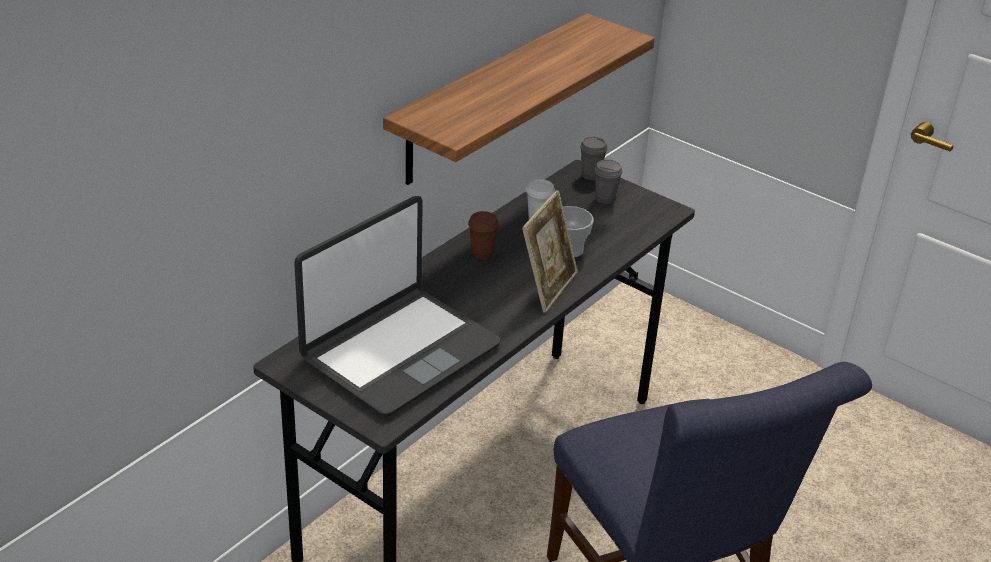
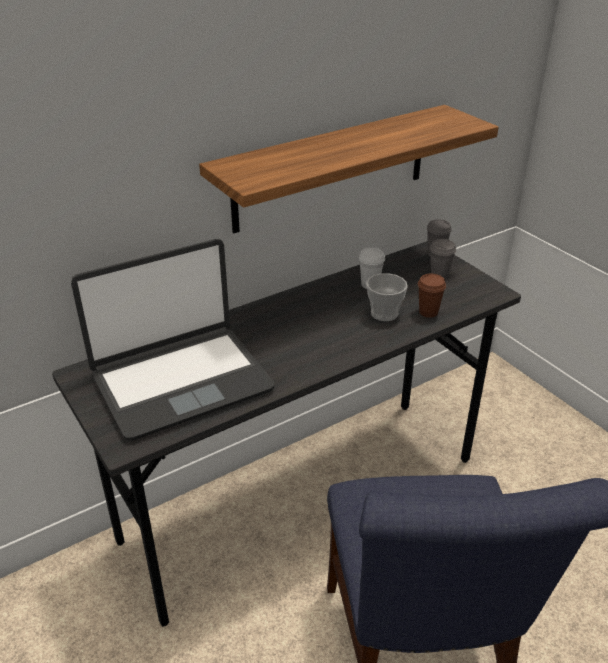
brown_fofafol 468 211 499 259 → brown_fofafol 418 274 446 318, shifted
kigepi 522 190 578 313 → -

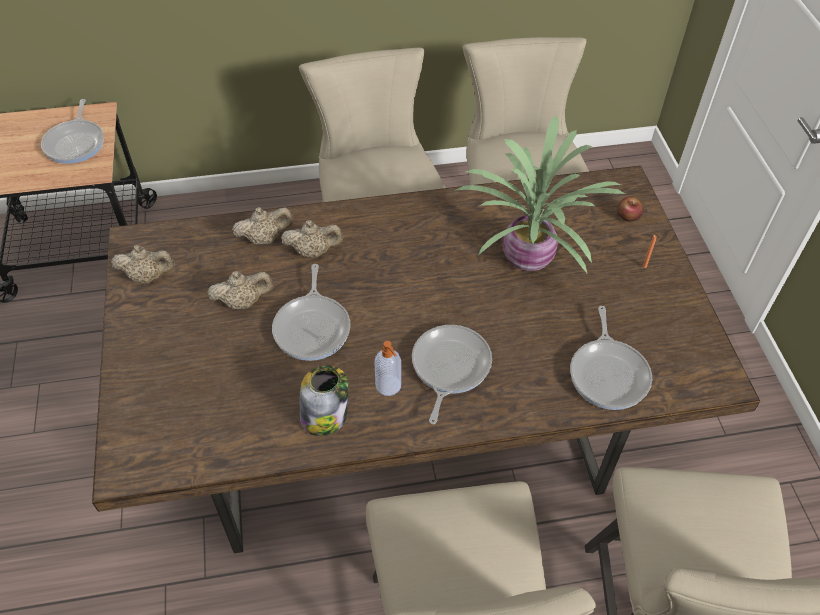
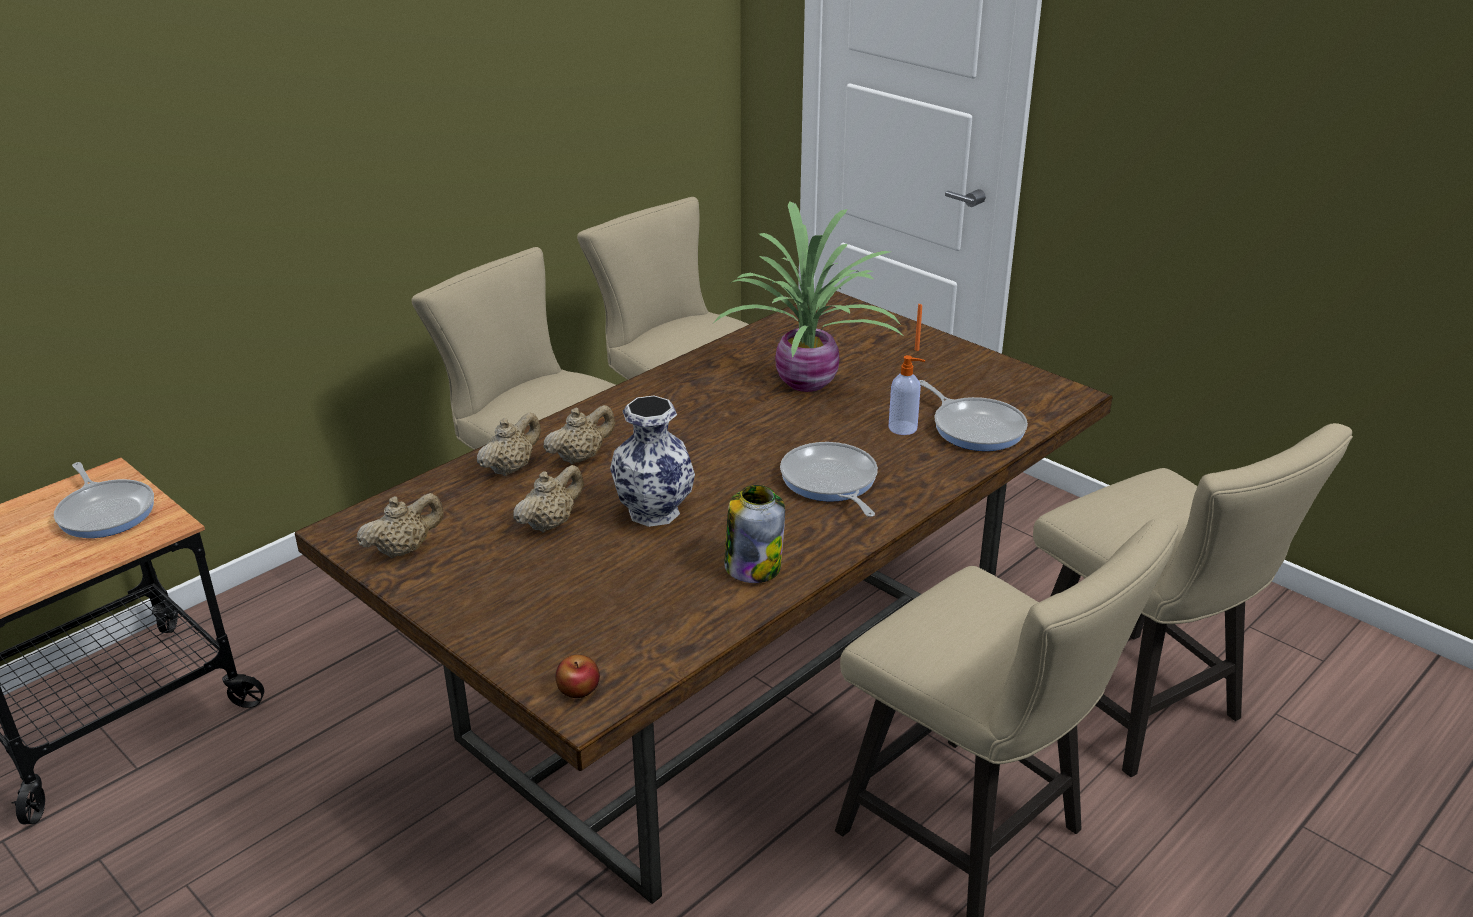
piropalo 272 264 351 361 → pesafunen 610 396 695 527
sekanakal 375 341 401 396 → sekanakal 888 355 925 435, shifted
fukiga 617 197 644 221 → fukiga 556 654 600 698, shifted

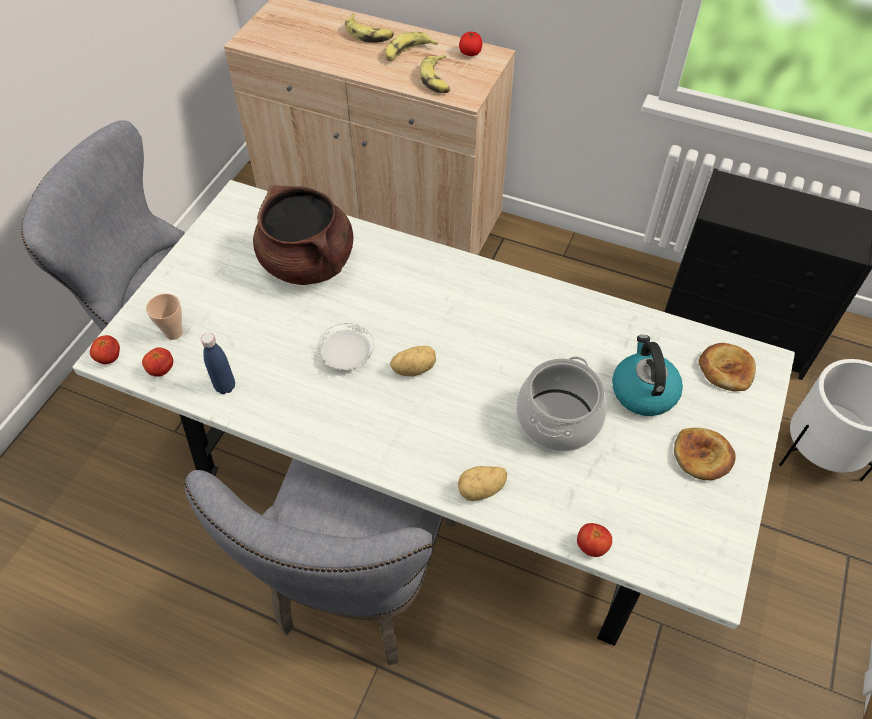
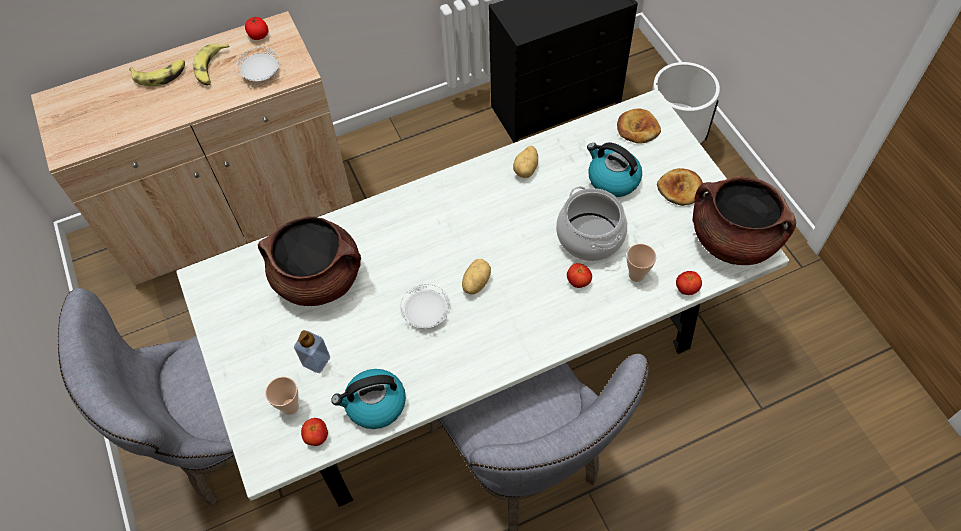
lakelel 90 335 120 364 → lakelel 567 263 592 288, shifted
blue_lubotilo 201 333 235 394 → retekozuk 331 369 406 429
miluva 420 55 450 93 → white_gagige 236 47 280 81
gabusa 458 466 507 501 → gabusa 513 146 538 178, shifted
- → sekanakal 294 330 330 373
- → fofafol 627 244 656 282
- → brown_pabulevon 692 176 796 265

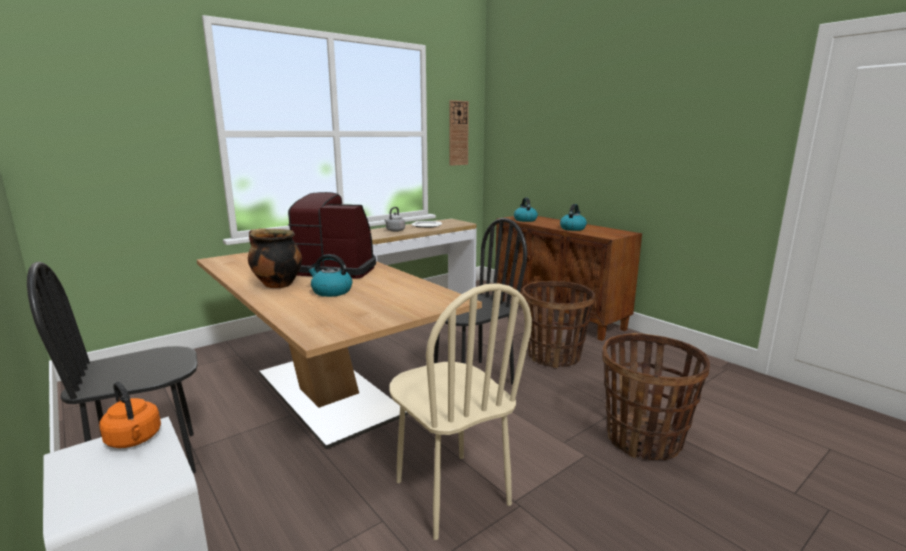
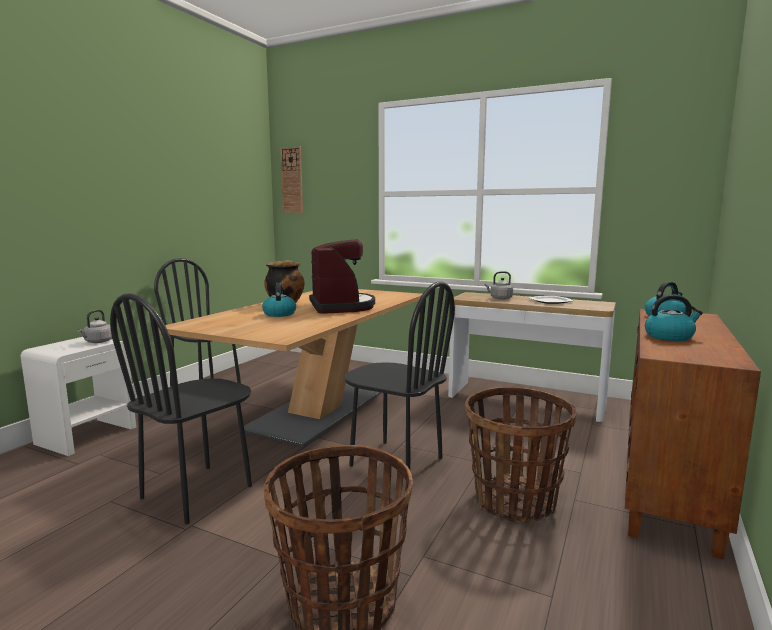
orange_retekozuk 99 381 161 448 → grey_retekozuk 77 310 112 343
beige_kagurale 389 283 532 540 → black_kagurale 110 293 252 524
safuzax 449 100 469 166 → safuzax 280 147 303 213, shifted

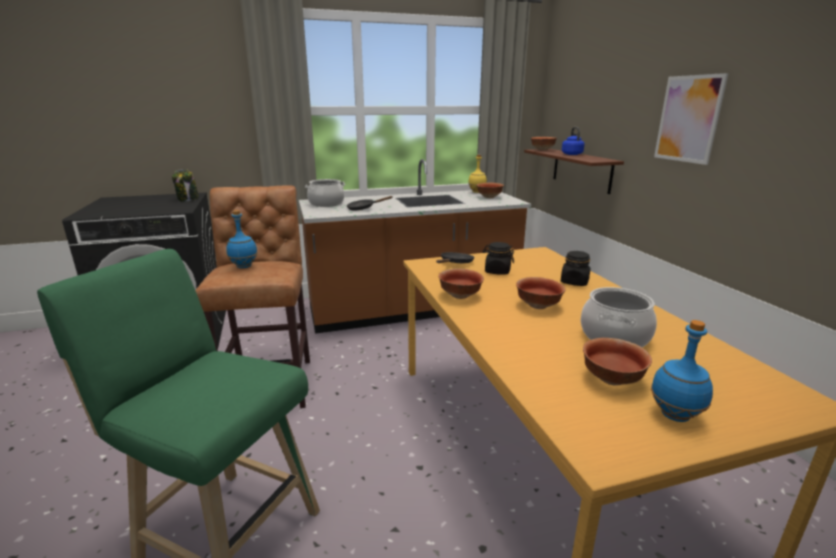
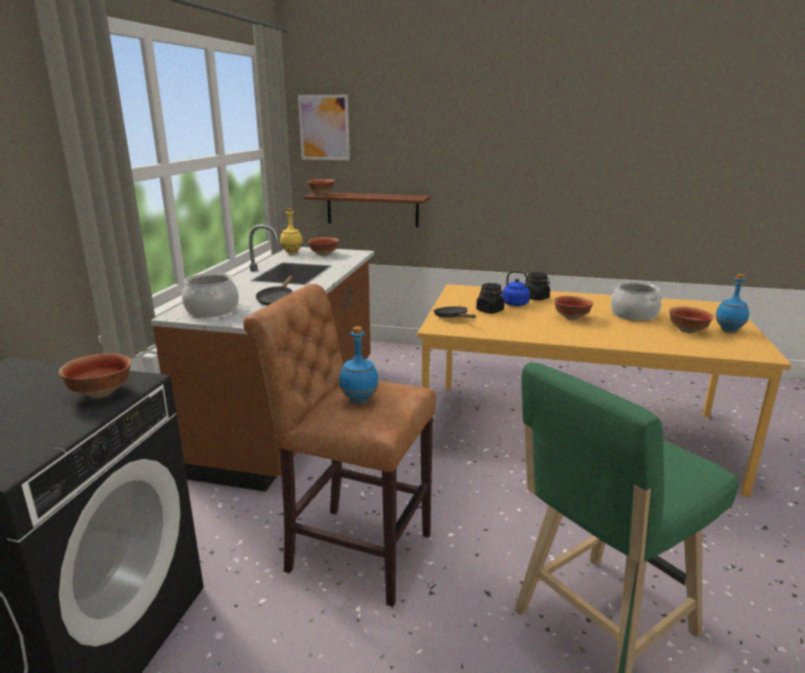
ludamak 172 169 199 201 → -
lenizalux 439 268 484 299 → lenizalux 59 353 132 398, shifted
blue_retekozuk 562 127 584 155 → blue_retekozuk 501 271 530 306, shifted
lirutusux 654 73 729 165 → lirutusux 298 95 350 160, shifted

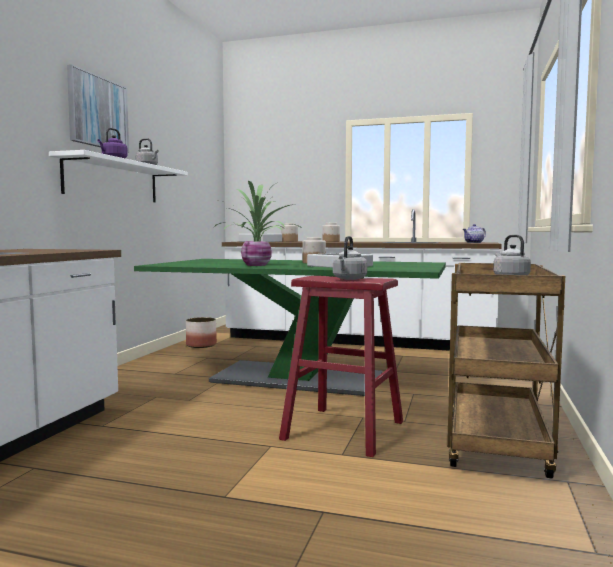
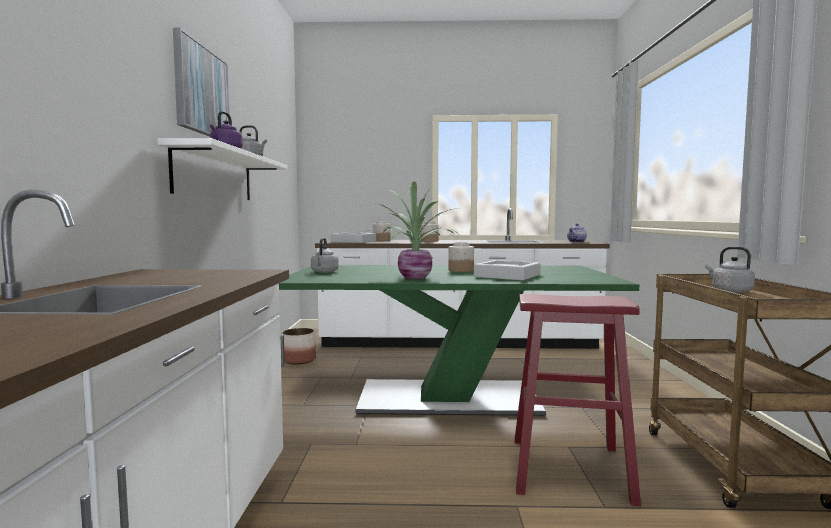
grey_retekozuk 333 236 367 280 → grey_retekozuk 311 238 339 273, shifted

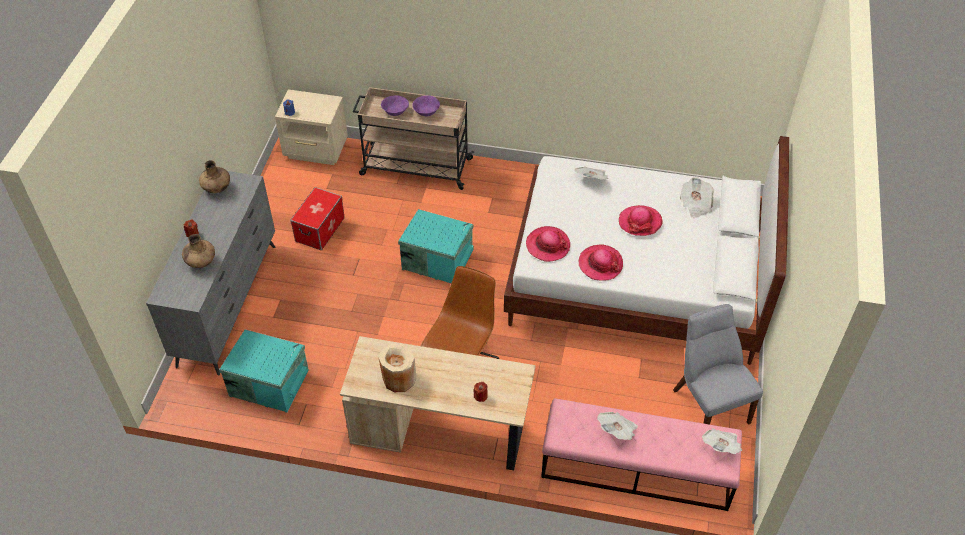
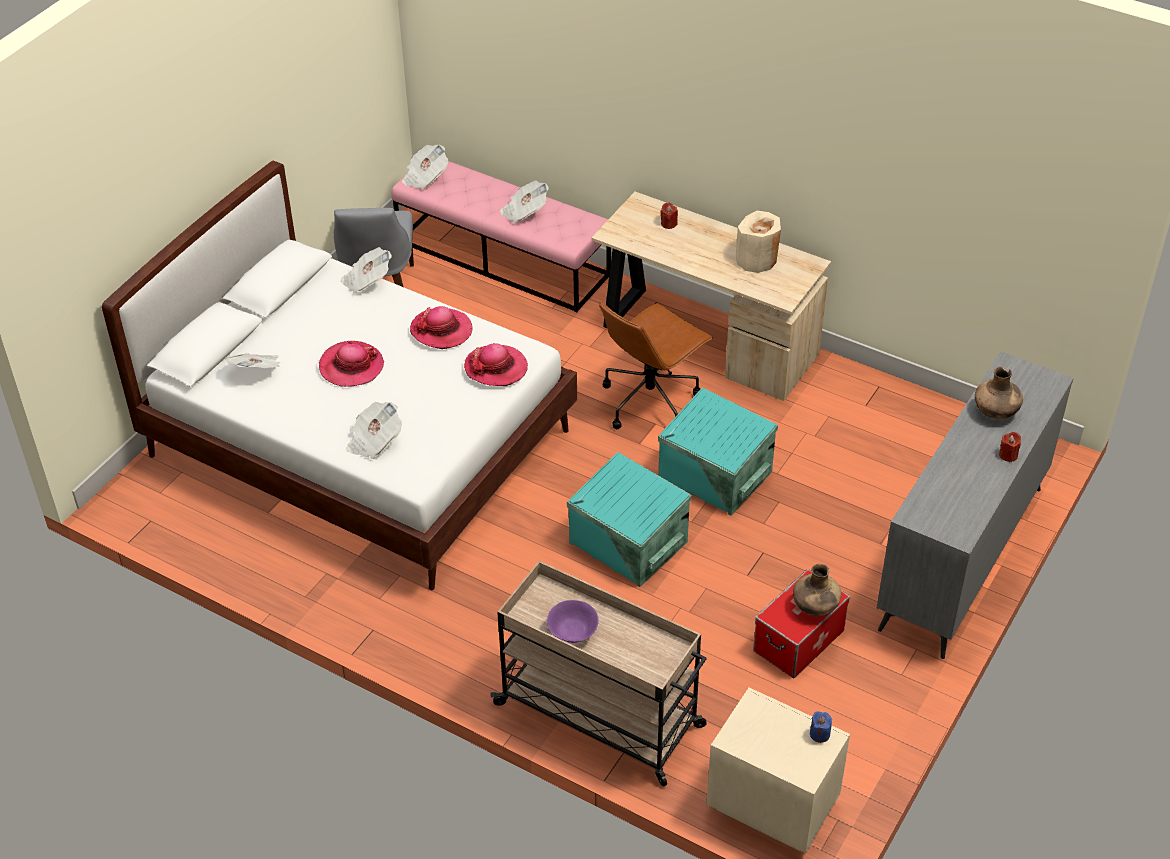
brown_pesafunen 199 160 230 193 → brown_pesafunen 793 564 841 616, shifted
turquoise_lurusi 219 329 309 413 → turquoise_lurusi 658 387 778 516, shifted
purple_lenizalux 381 95 409 116 → -
- → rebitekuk 341 247 392 294

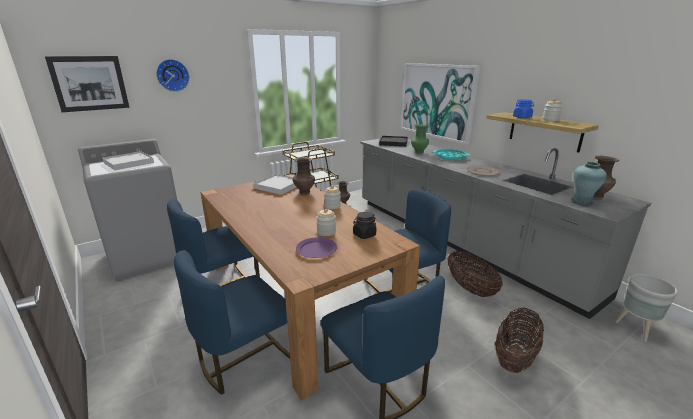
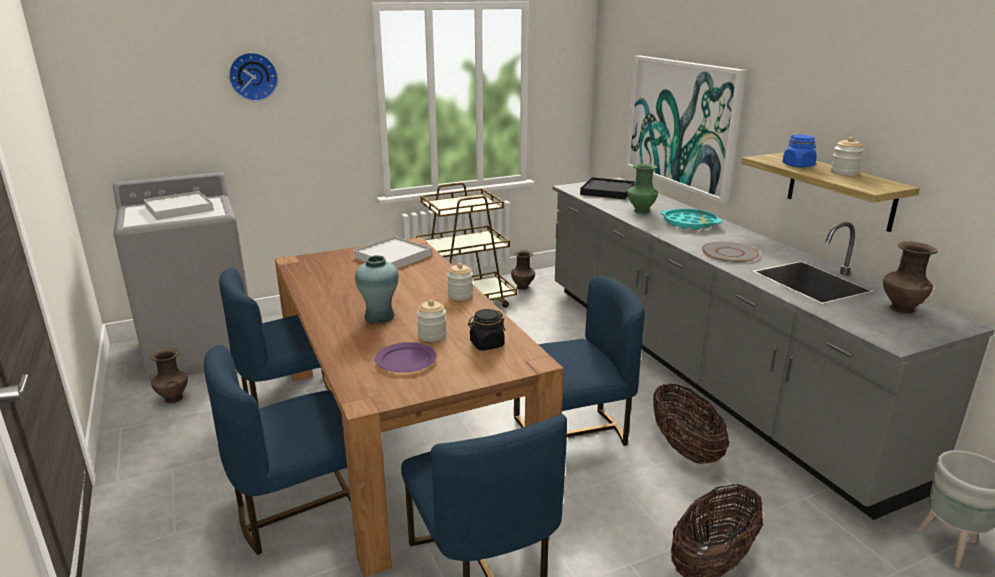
lirutusux 45 56 129 112 → -
brown_pesafunen 293 157 315 194 → brown_pesafunen 150 348 188 403, shifted
turquoise_pesafunen 571 162 607 206 → turquoise_pesafunen 355 255 399 324, shifted

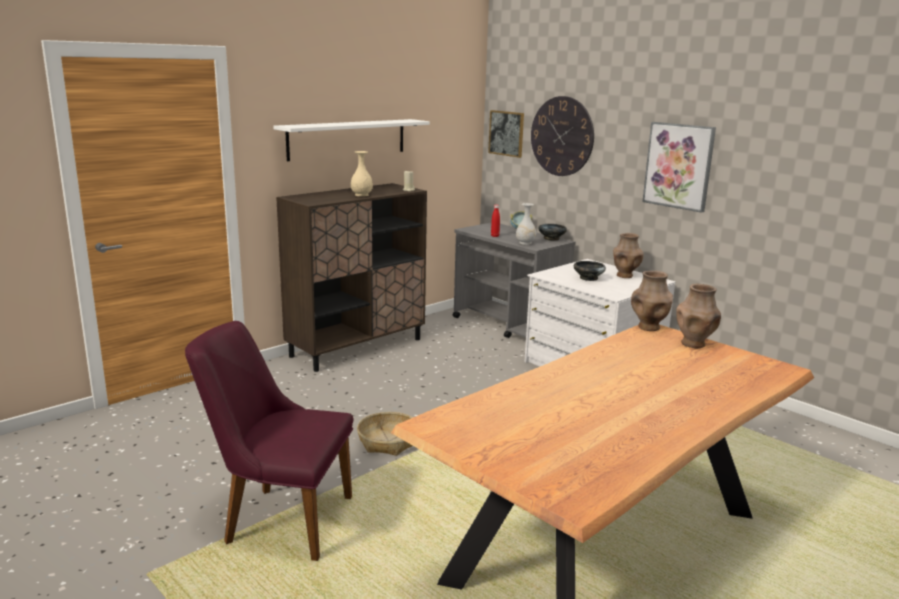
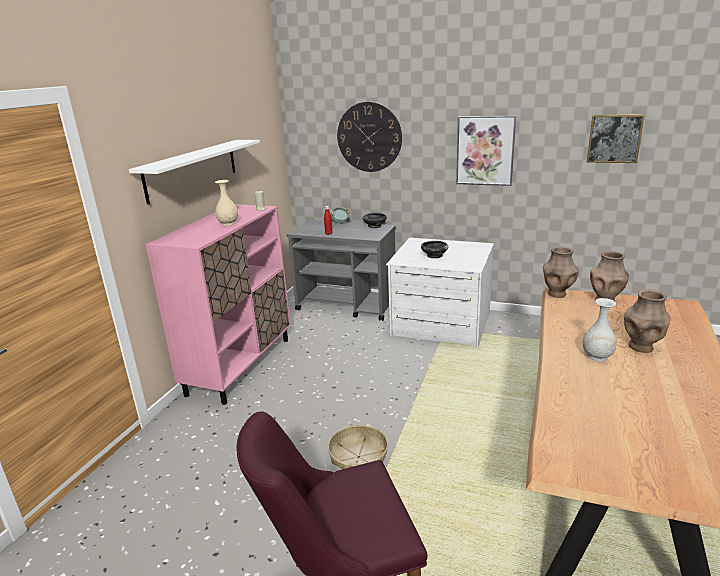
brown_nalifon 276 183 427 372 → pink_nalifon 145 204 290 405
lirutusux 488 110 524 158 → lirutusux 587 114 645 163, shifted
white_pesafunen 516 203 536 245 → white_pesafunen 582 298 617 362, shifted
brown_pesafunen 613 233 644 278 → brown_pesafunen 624 289 670 353, shifted

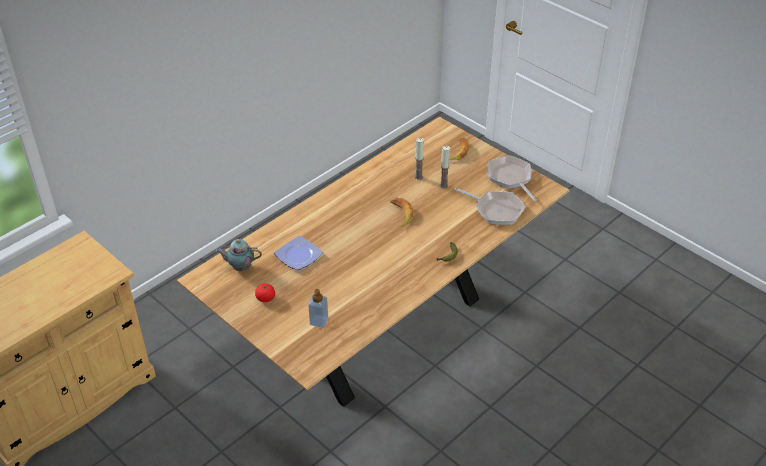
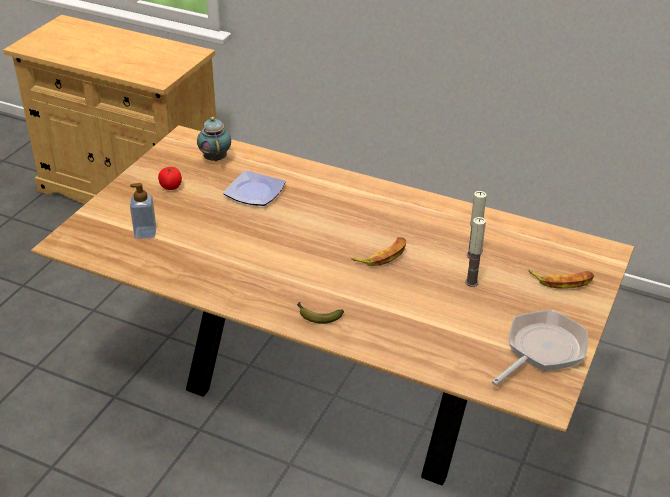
piropalo 454 188 526 225 → -

